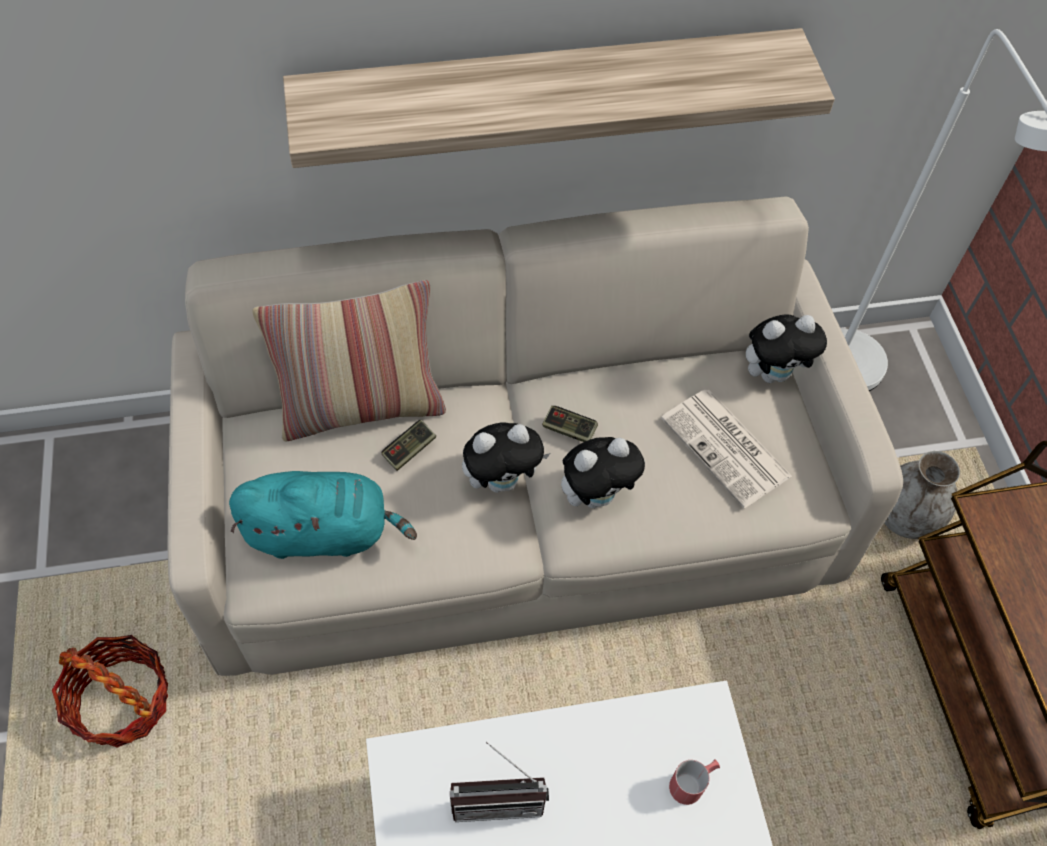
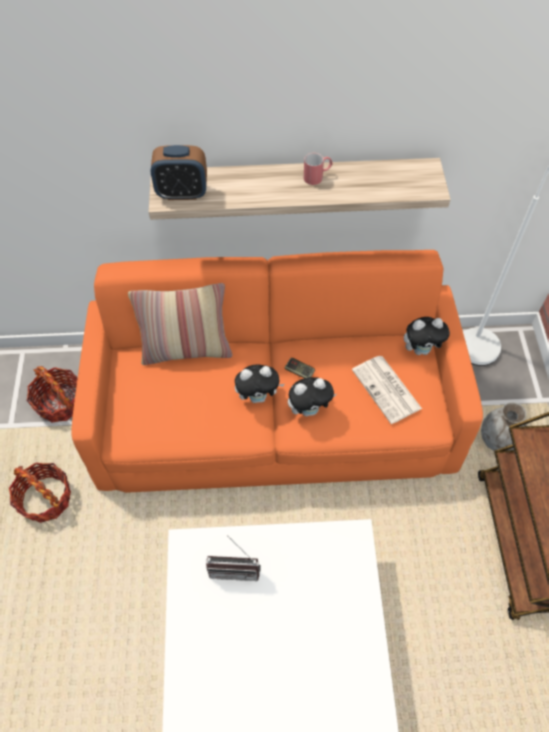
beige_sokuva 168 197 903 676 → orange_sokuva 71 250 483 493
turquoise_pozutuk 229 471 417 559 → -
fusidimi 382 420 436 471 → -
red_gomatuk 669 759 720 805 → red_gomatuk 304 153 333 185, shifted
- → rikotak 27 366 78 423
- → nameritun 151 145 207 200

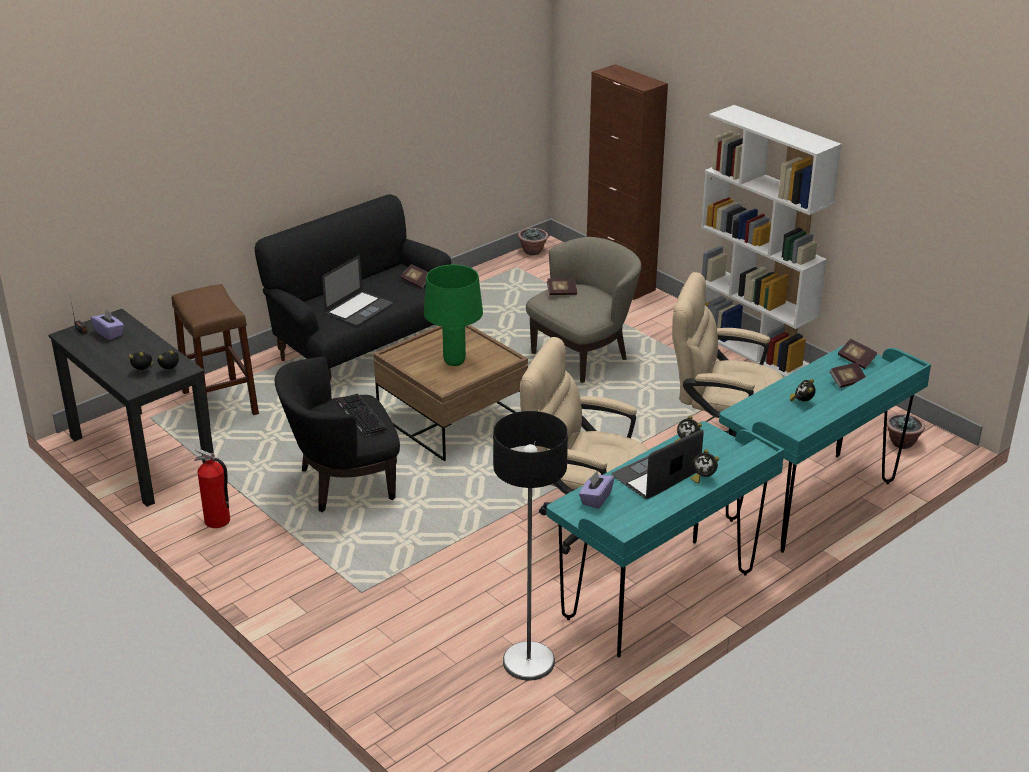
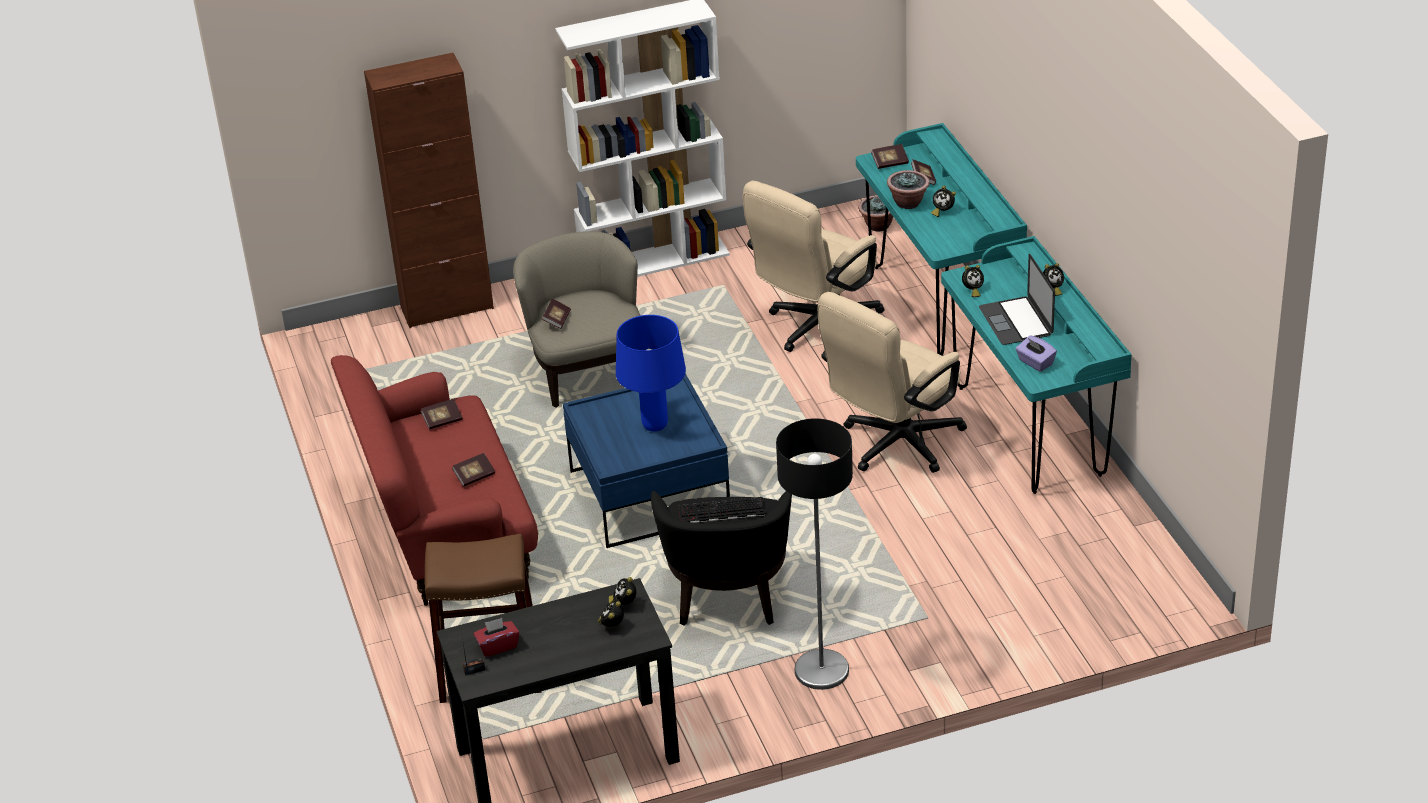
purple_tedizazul 91 310 124 340 → red_tedizazul 473 618 519 657
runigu 194 448 230 528 → -
black_sokuva 254 194 451 380 → red_sokuva 331 355 538 606
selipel 322 256 393 325 → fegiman 452 453 495 487
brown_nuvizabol 374 325 528 461 → blue_nuvizabol 563 374 730 548
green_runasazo 424 265 483 366 → blue_runasazo 616 315 686 432
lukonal 493 411 568 681 → lukonal 776 418 853 690, shifted
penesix 518 228 548 255 → penesix 887 170 929 209, shifted

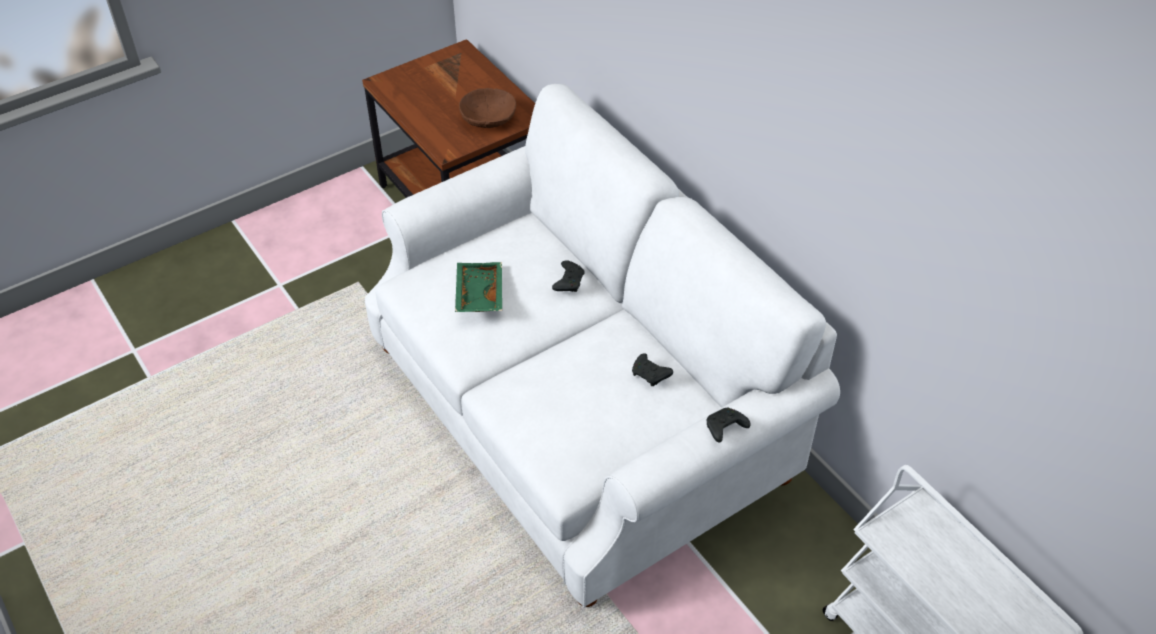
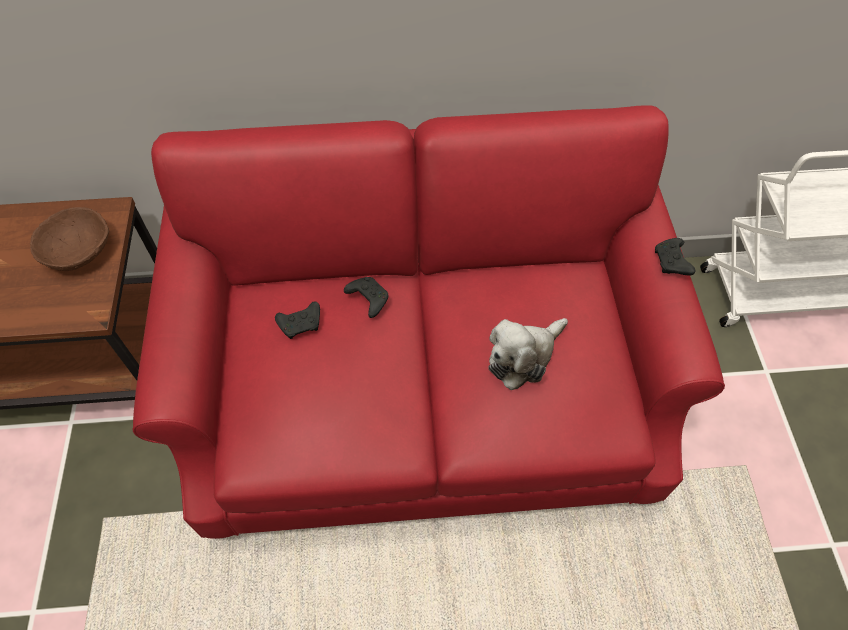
white_sokuva 365 84 840 608 → red_sokuva 133 105 725 539
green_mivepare 455 262 502 312 → -
black_fusidimi 632 353 673 387 → black_fusidimi 275 301 320 339, shifted
- → pozutuk 489 318 568 390

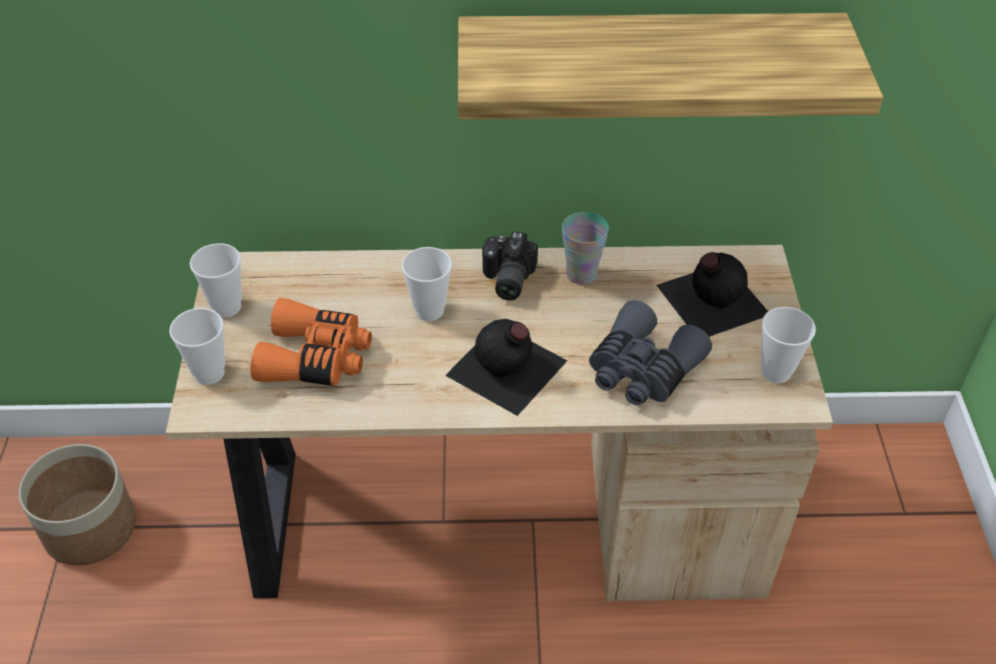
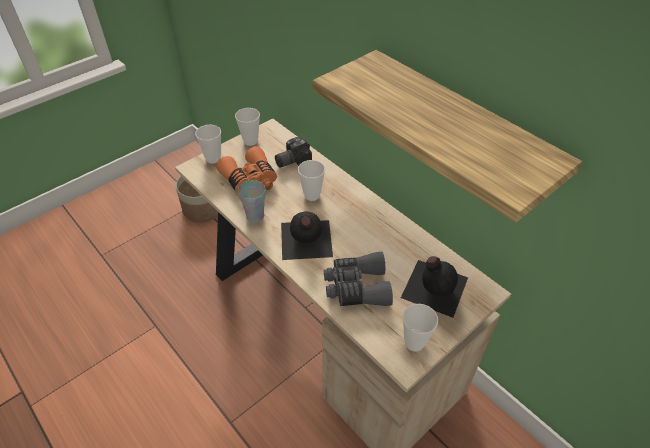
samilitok 482 231 538 300 → samilitok 275 137 312 168, shifted
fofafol 562 212 609 285 → fofafol 238 180 266 222, shifted

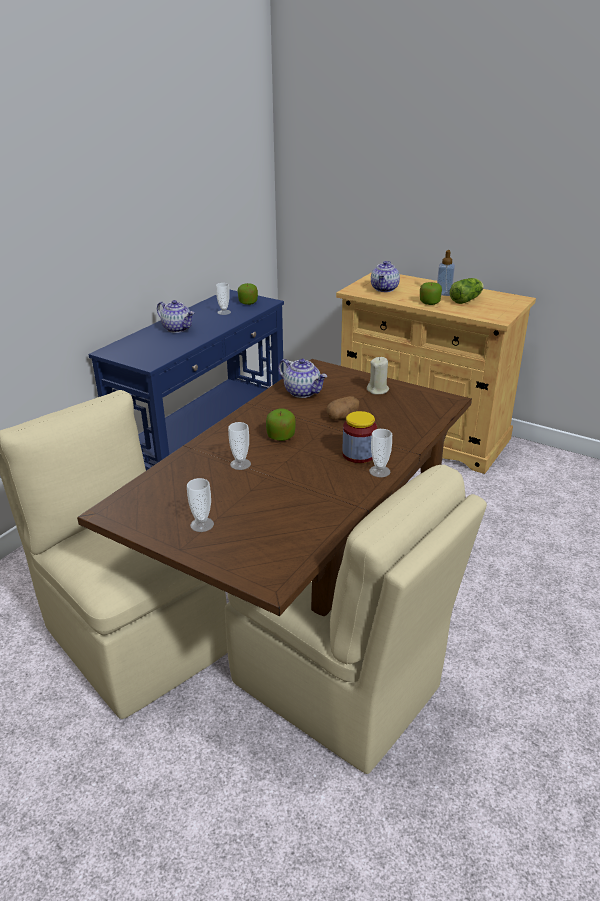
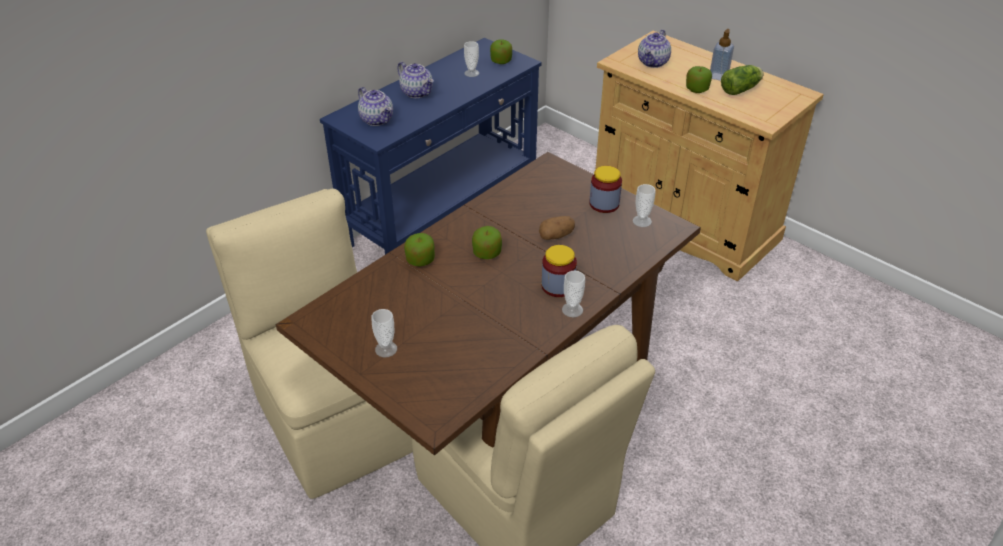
fofafol 228 422 251 470 → fofafol 633 184 656 227, shifted
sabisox 278 359 327 398 → sabisox 358 87 393 126, shifted
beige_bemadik 367 357 389 394 → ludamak 589 166 622 213
- → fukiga 404 233 435 267

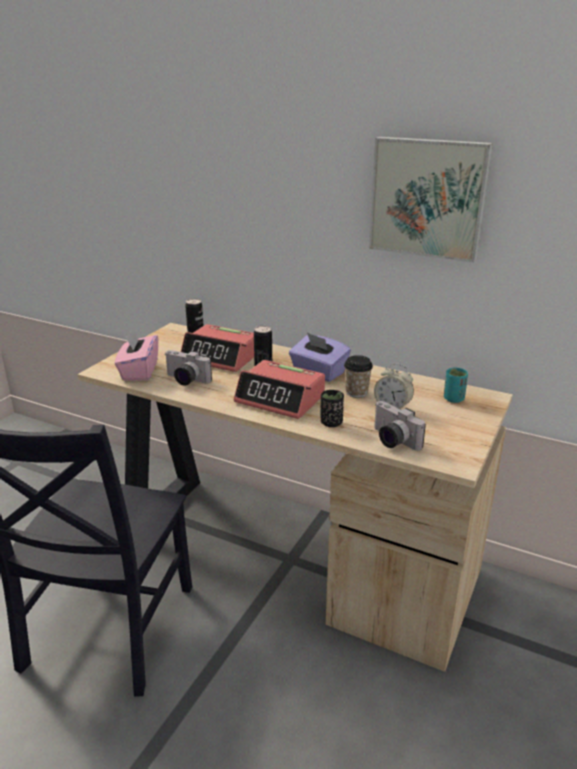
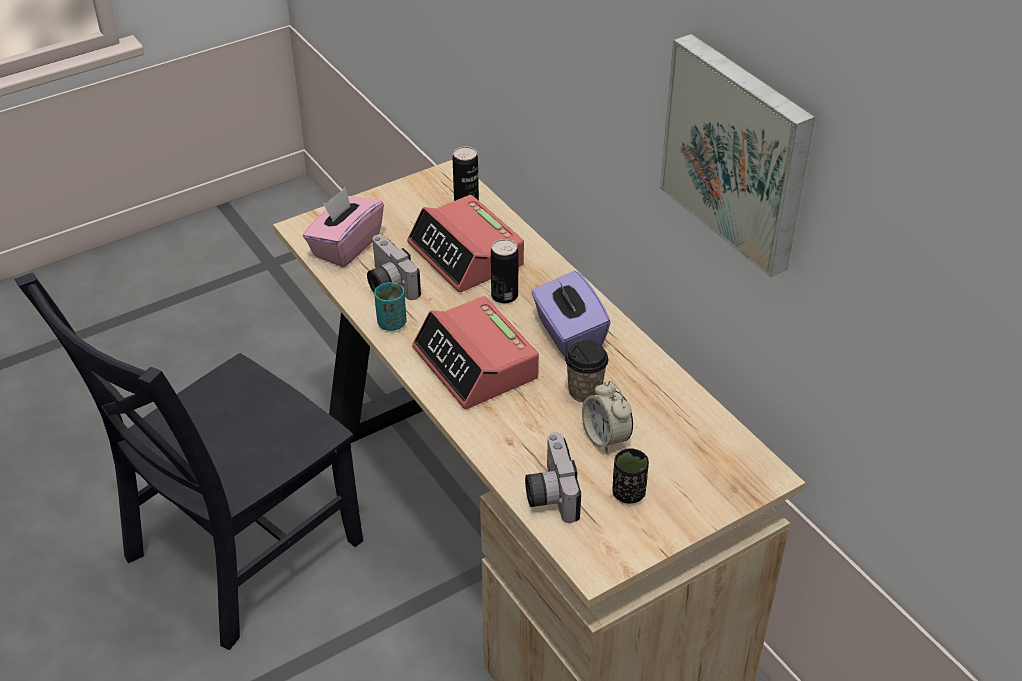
black_fofafol 321 390 344 427 → black_fofafol 612 448 649 503, shifted
turquoise_fofafol 444 368 468 403 → turquoise_fofafol 374 282 407 331, shifted

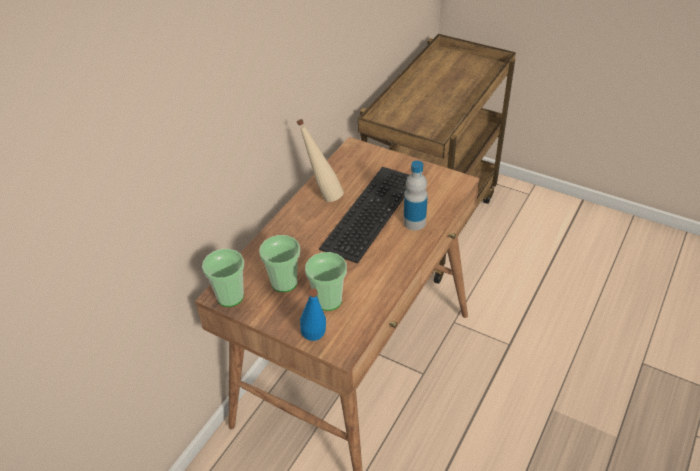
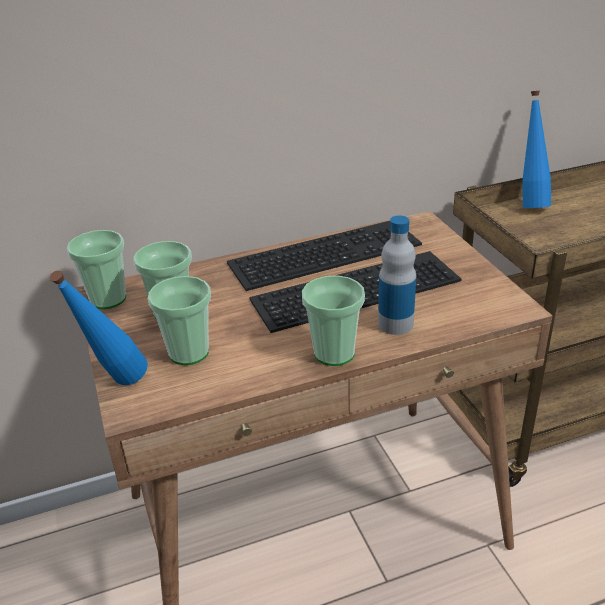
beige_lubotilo 297 119 344 202 → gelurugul 227 221 422 291
- → fofafol 302 275 365 366
- → blue_lubotilo 522 91 551 208

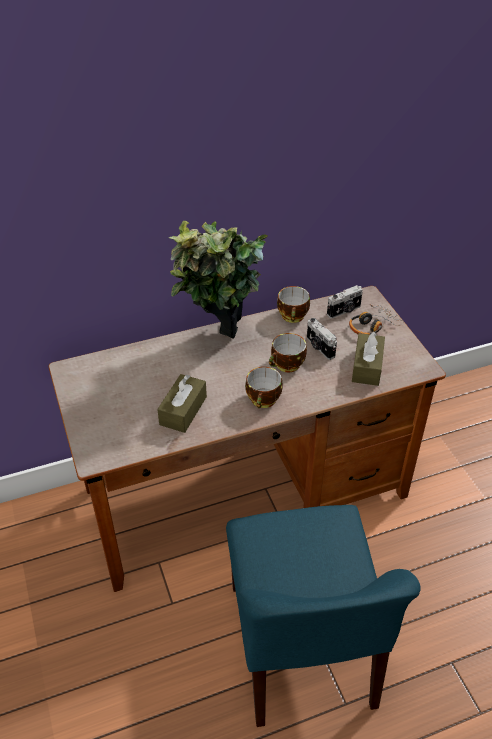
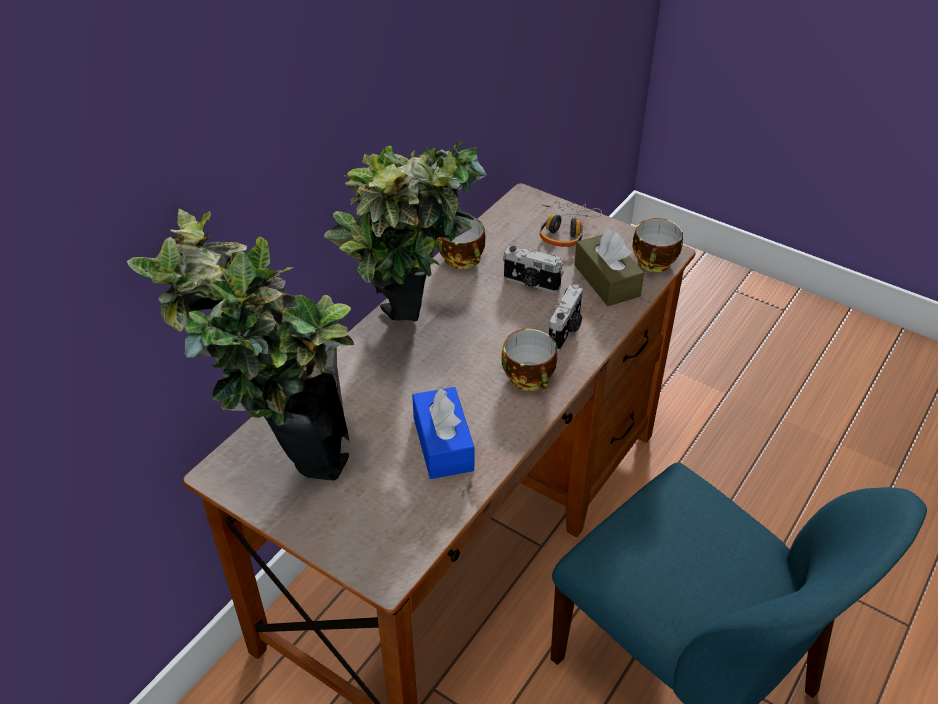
brown_tedizazul 157 374 207 433 → blue_tedizazul 412 386 474 479
fofafol 269 333 307 372 → fofafol 633 218 683 272, shifted
samilitok 327 285 363 319 → samilitok 549 285 583 351, shifted
- → penesix 127 209 354 480

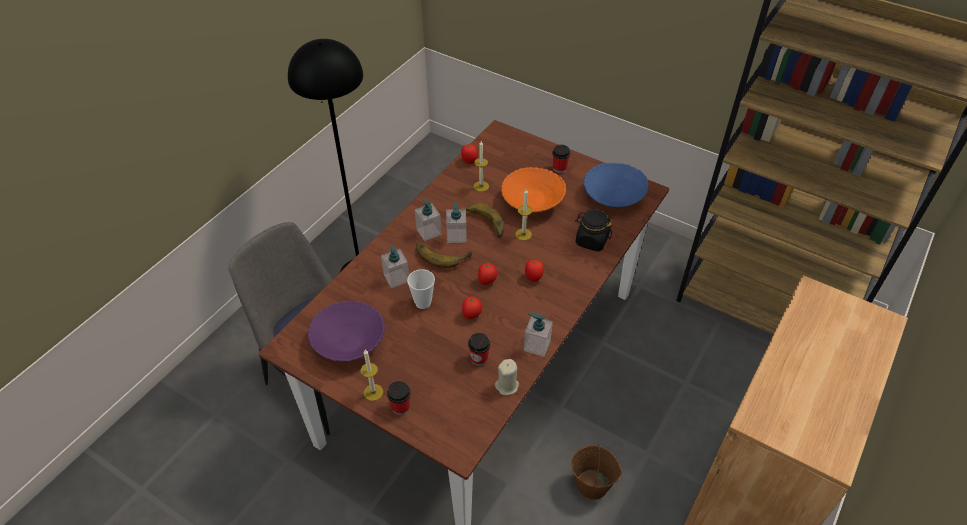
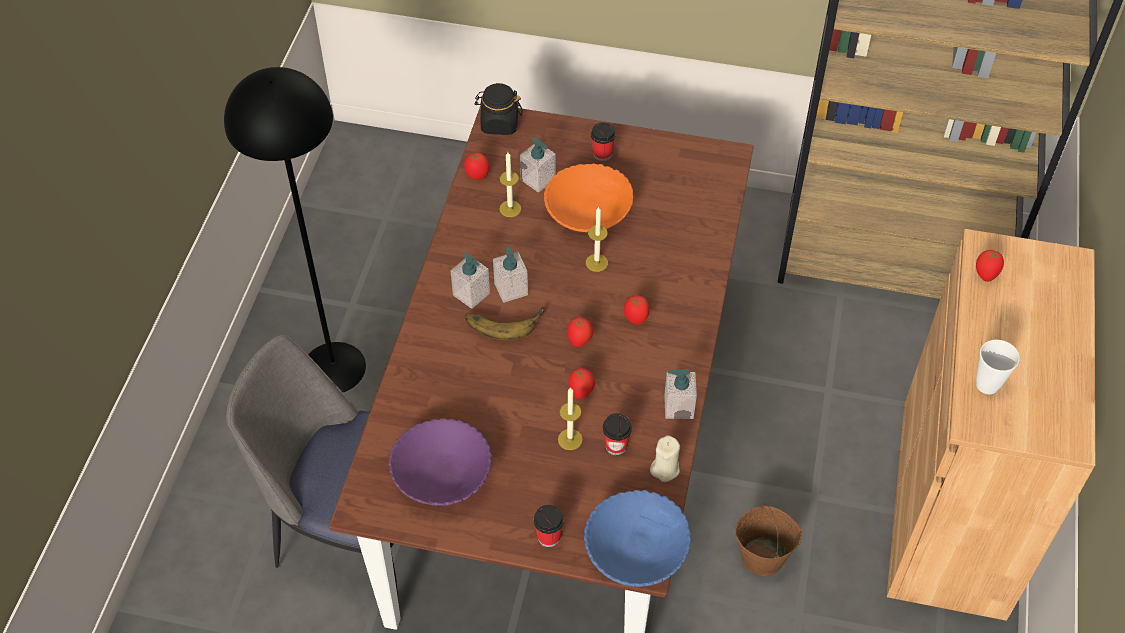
bemadik 360 350 383 401 → bemadik 558 387 583 450, shifted
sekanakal 381 245 409 288 → sekanakal 520 138 556 193, shifted
fofafol 407 269 435 309 → fofafol 976 340 1020 394, shifted
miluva 464 203 504 238 → -
black_ludamak 575 209 612 251 → black_ludamak 474 83 523 135, shifted
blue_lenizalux 584 163 649 207 → blue_lenizalux 584 490 691 587, shifted
- → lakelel 976 250 1004 282

